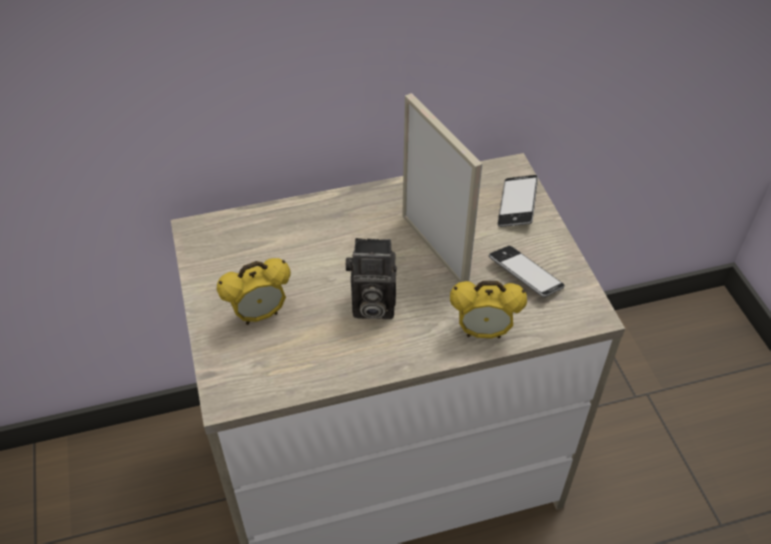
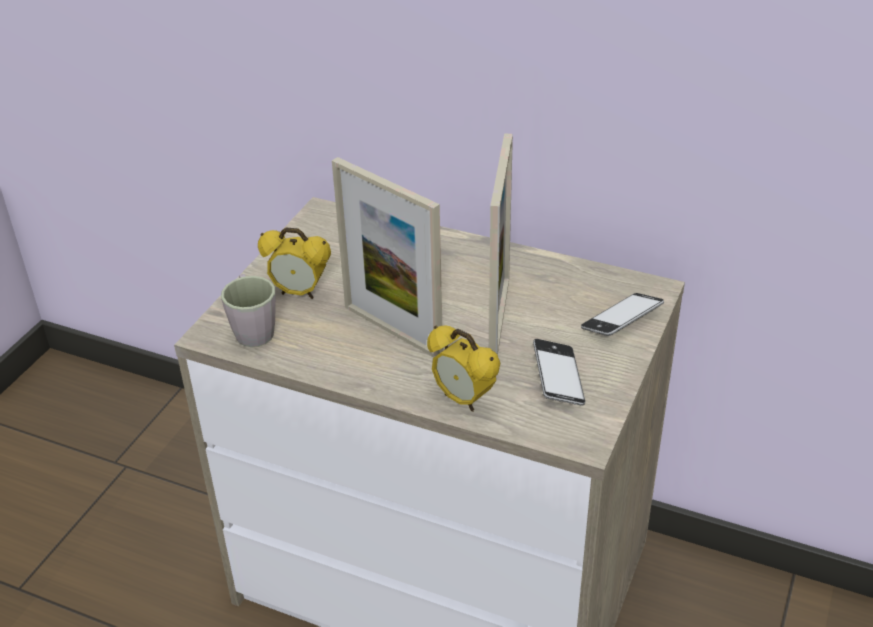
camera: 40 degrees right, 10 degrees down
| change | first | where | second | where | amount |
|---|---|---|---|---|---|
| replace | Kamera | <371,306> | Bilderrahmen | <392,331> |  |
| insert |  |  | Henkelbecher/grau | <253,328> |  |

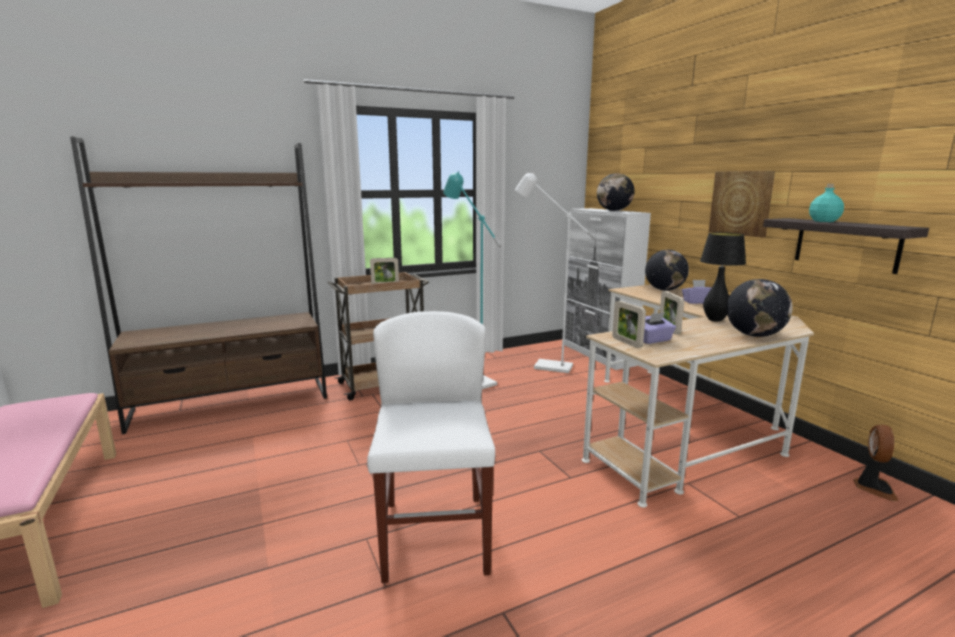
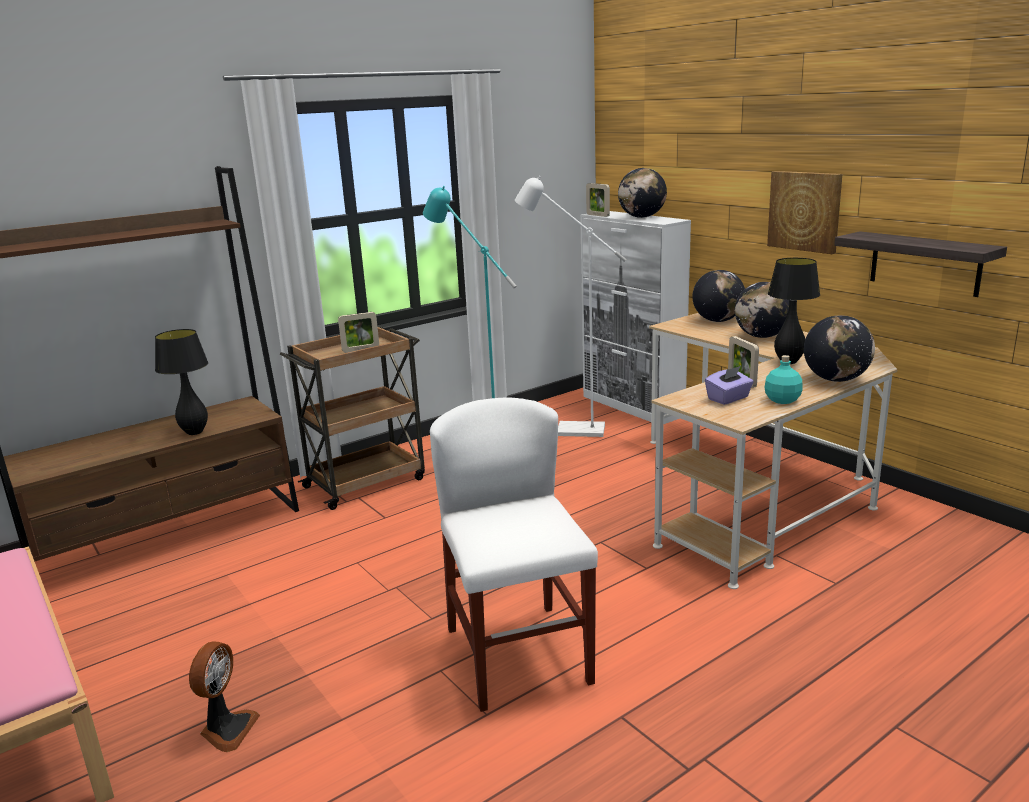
camera: 10 degrees left, 5 degrees up
| change | first | where | second | where | amount |
|---|---|---|---|---|---|
| move | Flasche/türkis | <824,221> |  | <782,400> |  |
| replace | Taschentuchbox/lila | <697,302> | Globus | <761,336> |  |
| move | Bilderrahmen | <626,342> |  | <598,215> |  |
| move | Ventilator | <873,488> |  | <227,729> |  |
| insert |  |  | Tischlampe/schwarz | <195,432> |  |

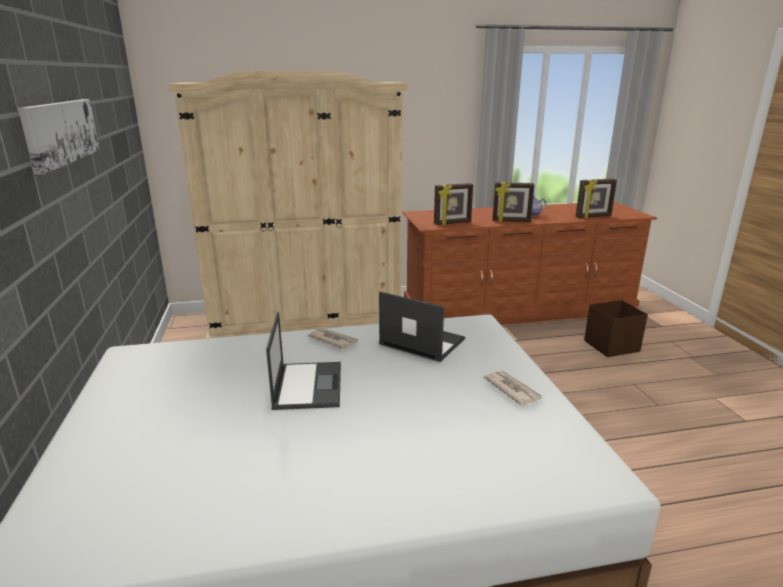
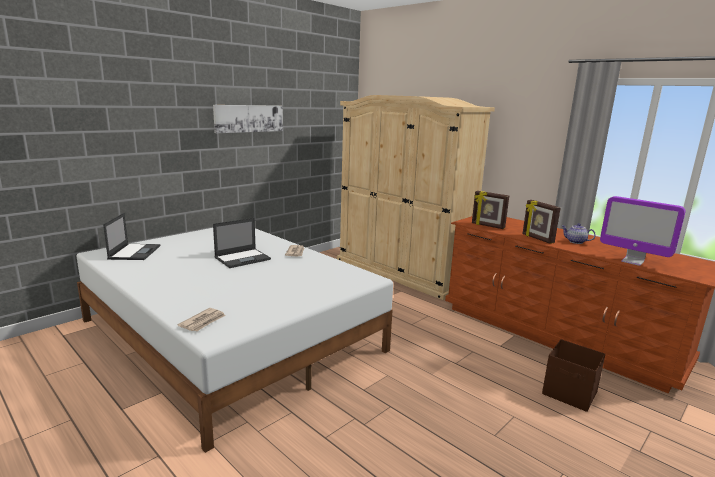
camera: 55 degrees right, 5 degrees down
| change | first | where | second | where | amount |
|---|---|---|---|---|---|
| replace | Bilderrahmen | <593,217> | Monitor | <632,261> |  |
| move | Laptop | <421,341> |  | <135,252> |  |
| move | Zeitung | <512,389> |  | <203,321> |  |

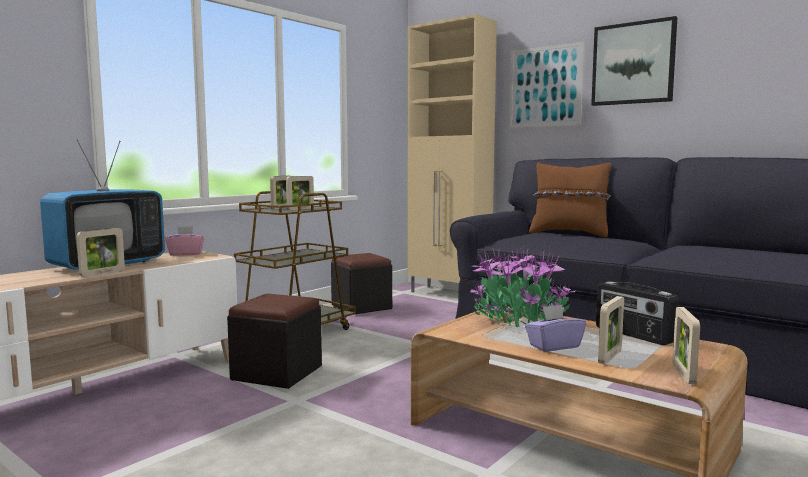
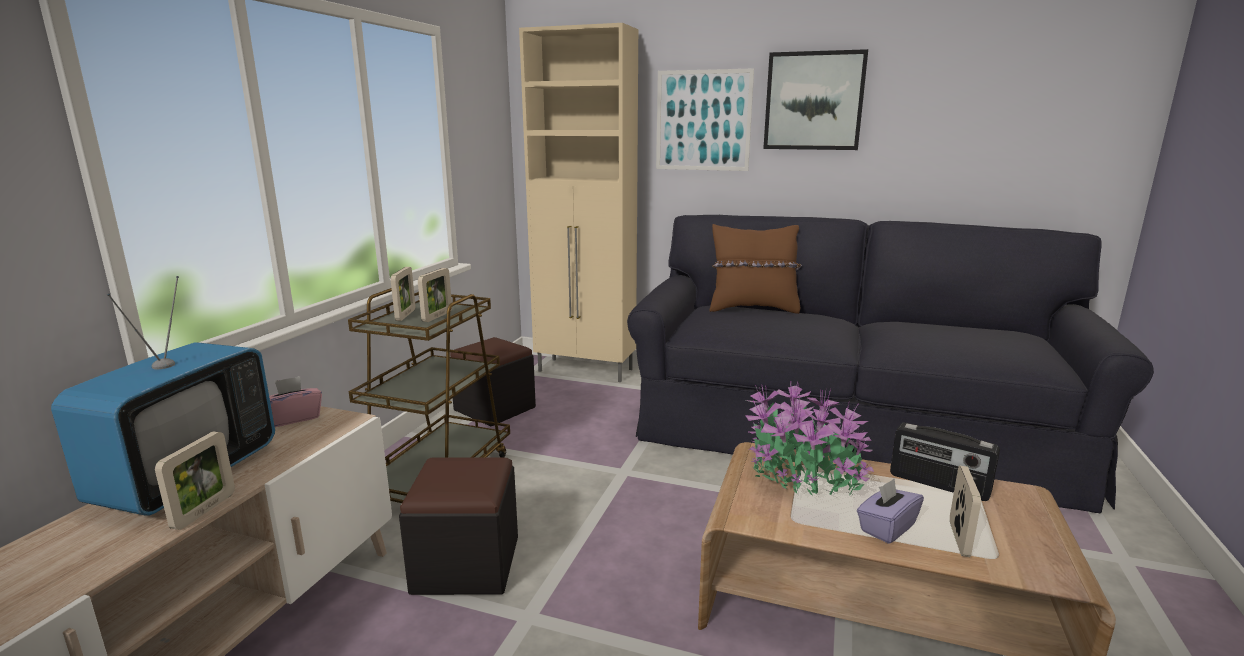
camera: 20 degrees left, 10 degrees up
| change | first | where | second | where | amount |
|---|---|---|---|---|---|
| delete | Bilderrahmen | <683,374> |  |  |  |

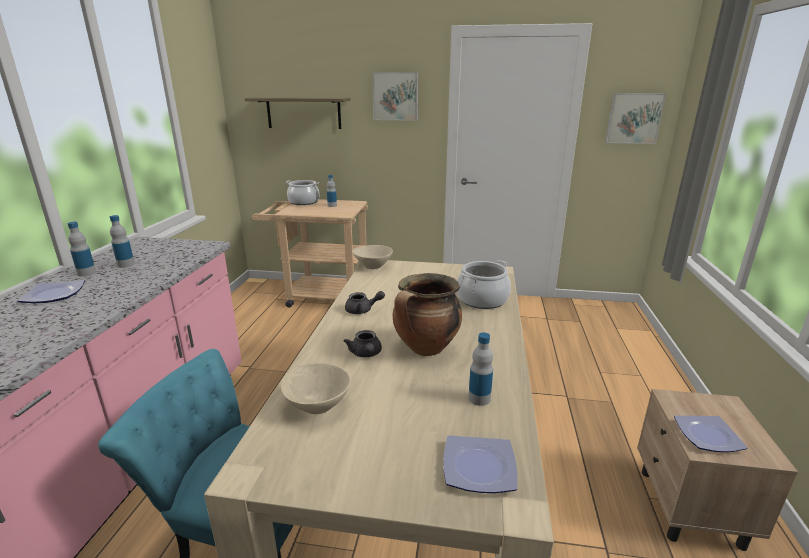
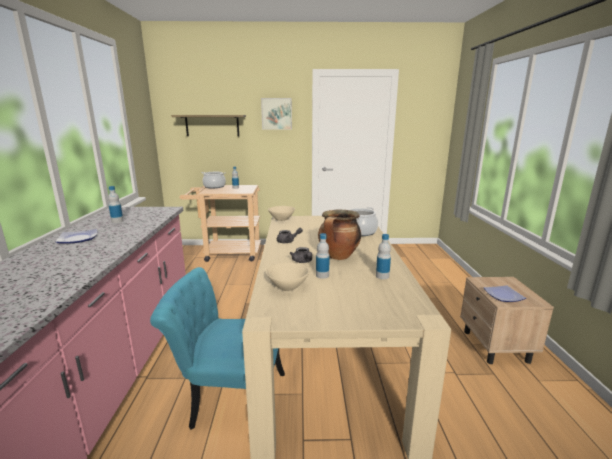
camera: 10 degrees left, 5 degrees down
| change | first | where | second | where | amount |
|---|---|---|---|---|---|
| delete | Bild | <633,118> |  |  |  |
| move | Flasche | <86,273> |  | <322,275> |  |
| delete | Teller | <477,468> |  |  |  |

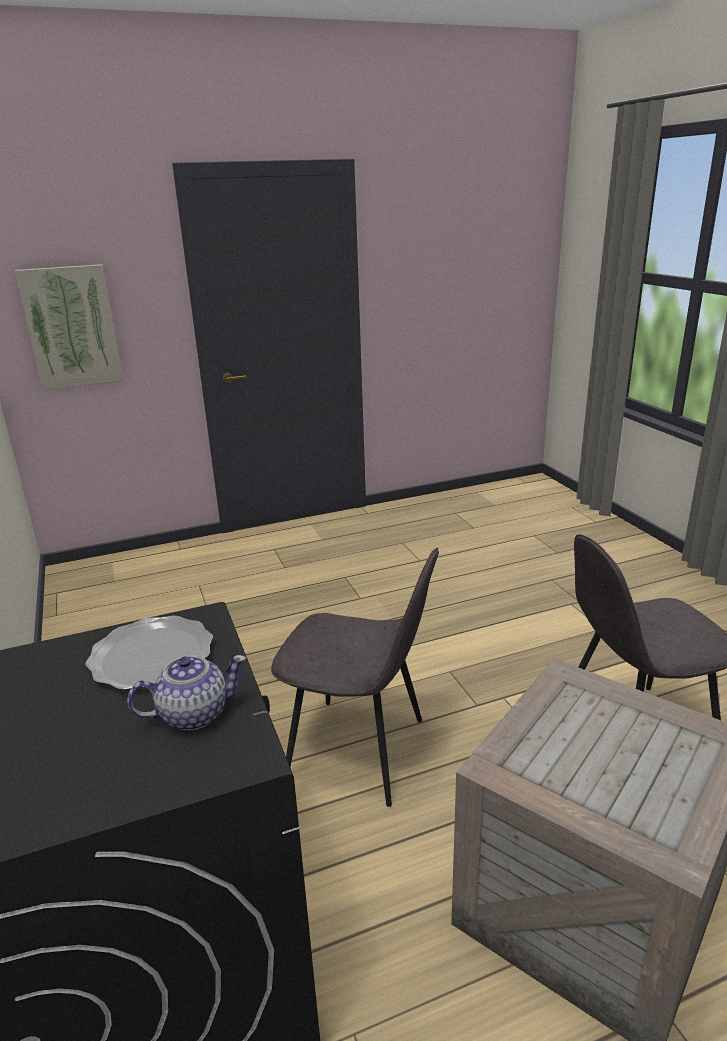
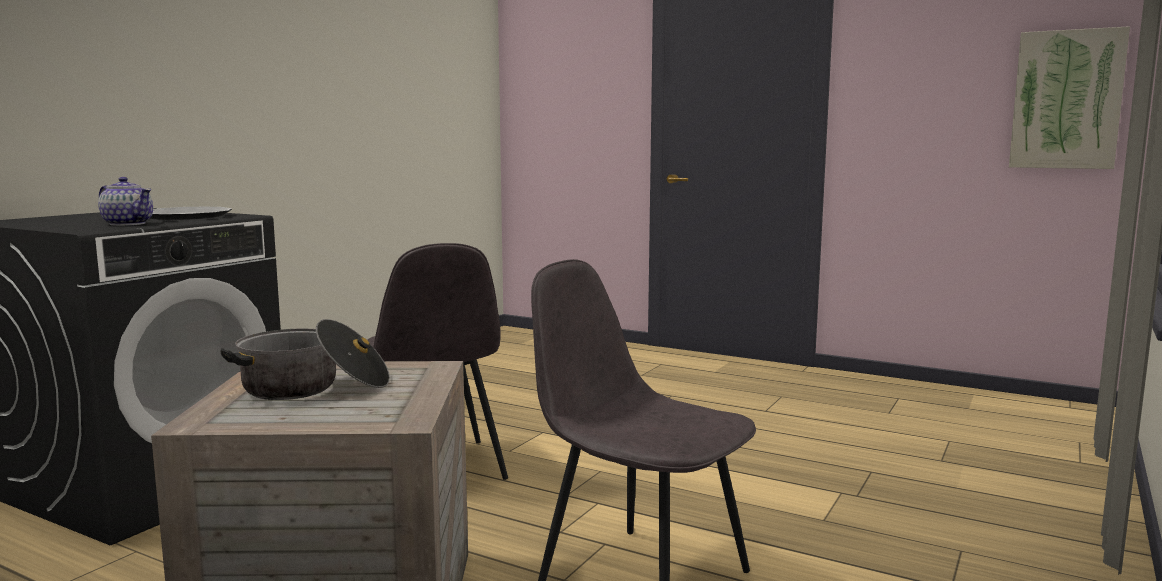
camera: 50 degrees right, 15 degrees down
| change | first | where | second | where | amount |
|---|---|---|---|---|---|
| move | Bild | <72,327> |  | <1066,100> |  |
| insert |  |  | Kochtopf | <313,387> |  |

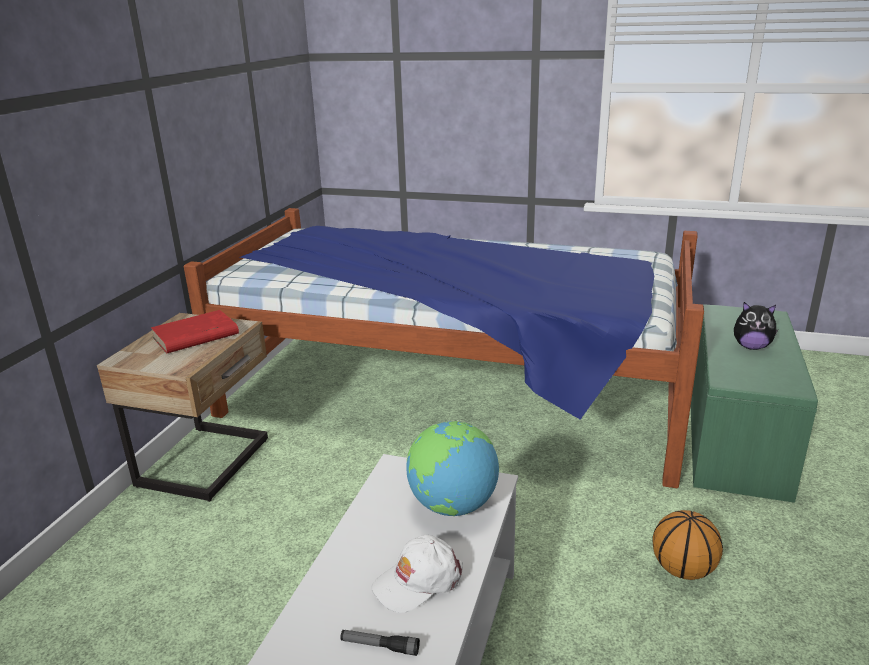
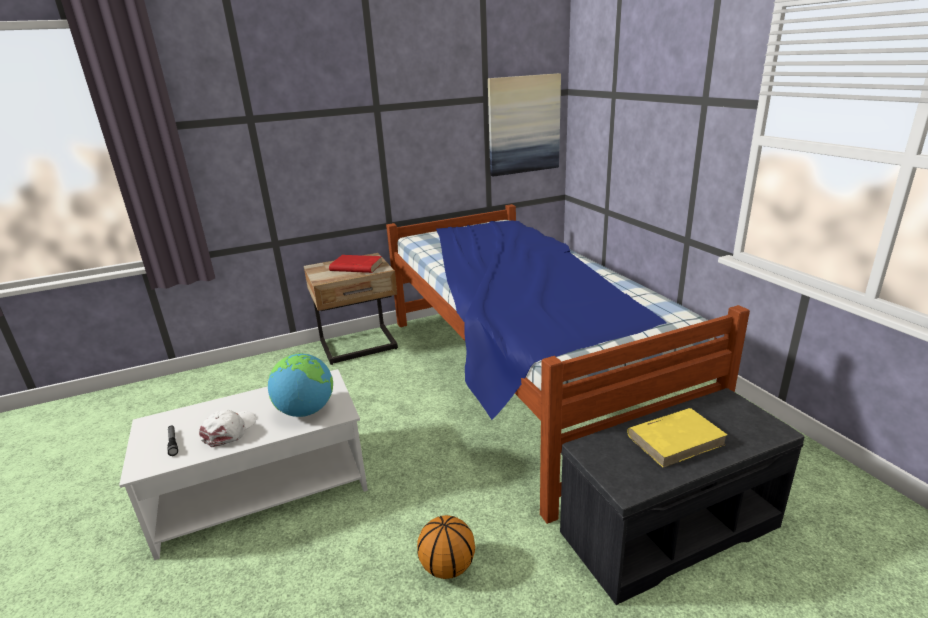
camera: 50 degrees right, 0 degrees up
| change | first | where | second | where | amount |
|---|---|---|---|---|---|
| replace | Plüschtier | <751,347> | Buch/gelb | <676,439> |  |
| recolor | Bank/grün | <733,437> | Bank/grau | <669,527> |  |
| rotate | Kappe/weiß | <417,581> |  | <229,430> | 90 degrees clockwise |
| insert |  |  | Bild | <523,125> |  |

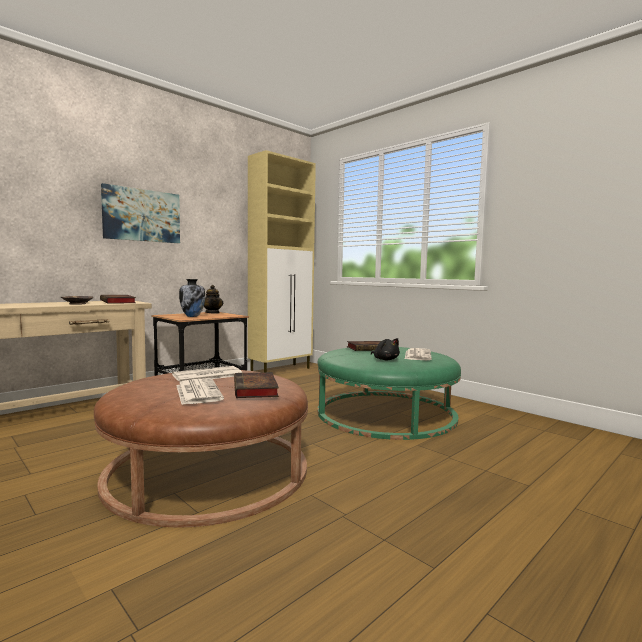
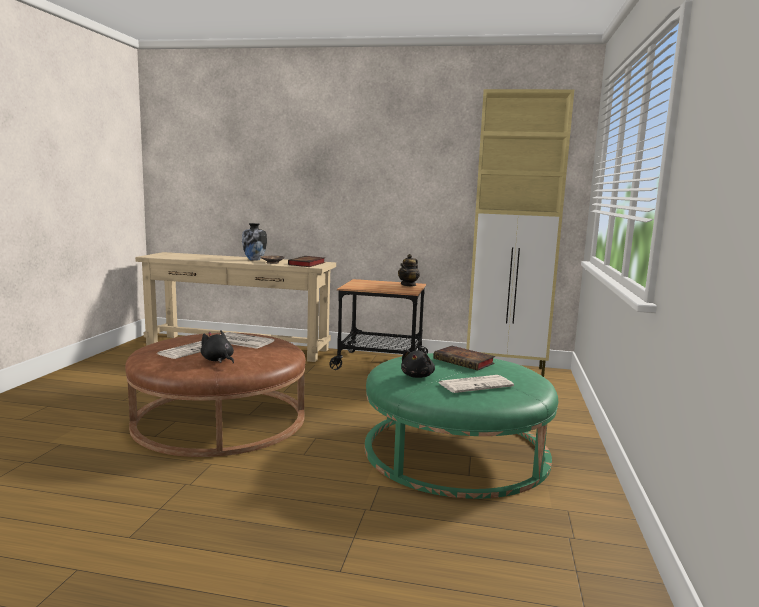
camera: 55 degrees right, 5 degrees up
| change | first | where | second | where | amount |
|---|---|---|---|---|---|
| delete | Bild | <142,215> |  |  |  |
| move | Vase | <192,316> |  | <254,260> |  |
| replace | Buch | <256,389> | Plüschtier/schwarz | <218,360> |  |

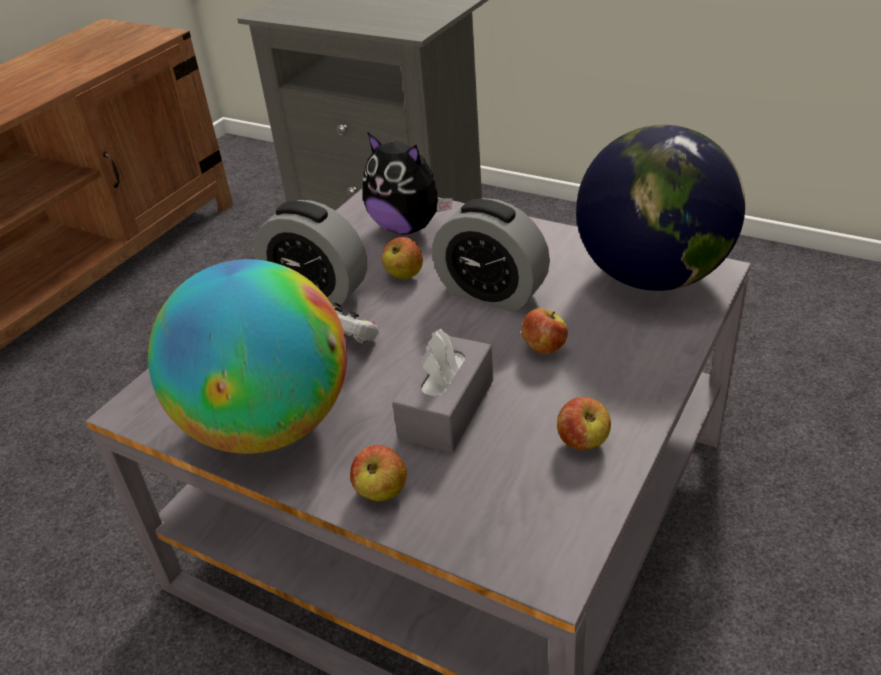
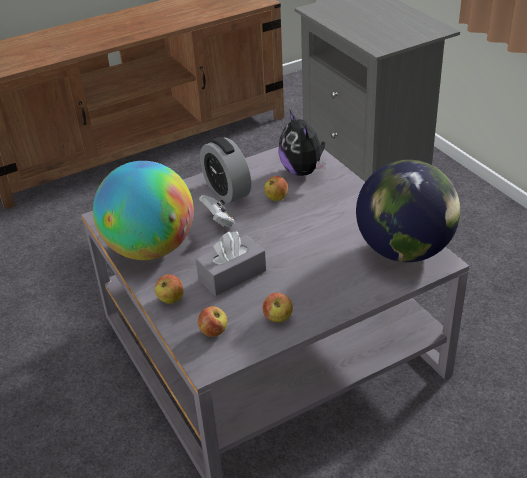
camera: 30 degrees right, 0 degrees up
| change | first | where | second | where | amount |
|---|---|---|---|---|---|
| delete | Wecker | <492,293> |  |  |  |
| move | Apfel | <544,348> |  | <213,331> |  |

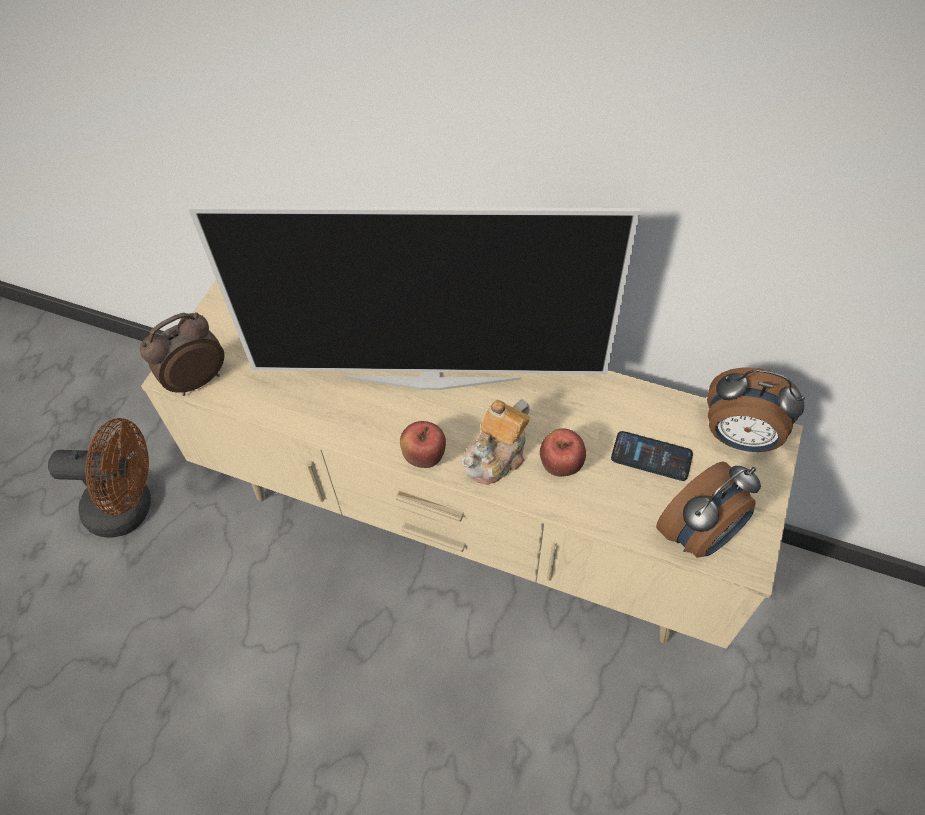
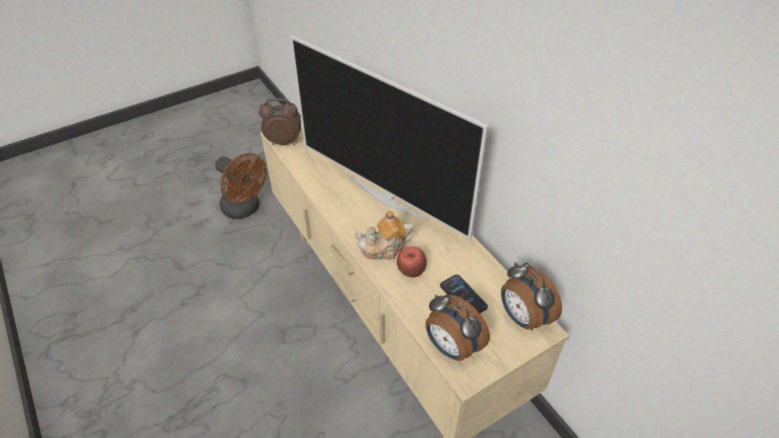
camera: 35 degrees right, 10 degrees down
| change | first | where | second | where | amount |
|---|---|---|---|---|---|
| delete | Apfel | <424,457> |  |  |  |
| rotate | Wecker | <699,535> |  | <451,347> | 45 degrees clockwise |

